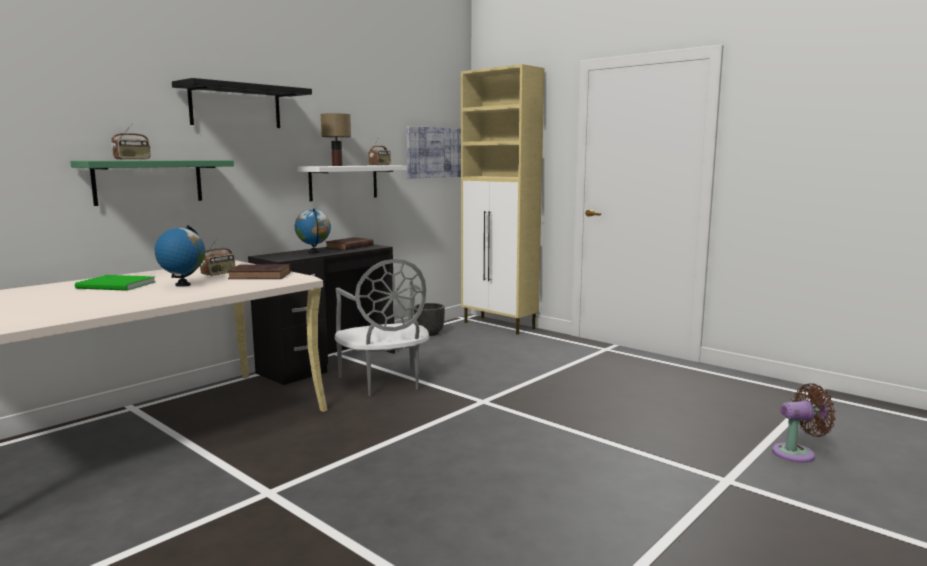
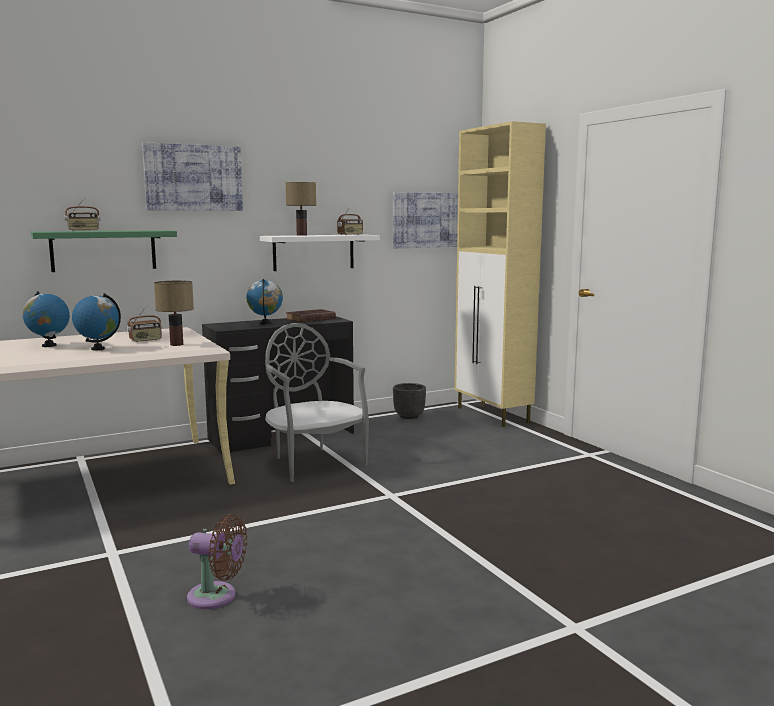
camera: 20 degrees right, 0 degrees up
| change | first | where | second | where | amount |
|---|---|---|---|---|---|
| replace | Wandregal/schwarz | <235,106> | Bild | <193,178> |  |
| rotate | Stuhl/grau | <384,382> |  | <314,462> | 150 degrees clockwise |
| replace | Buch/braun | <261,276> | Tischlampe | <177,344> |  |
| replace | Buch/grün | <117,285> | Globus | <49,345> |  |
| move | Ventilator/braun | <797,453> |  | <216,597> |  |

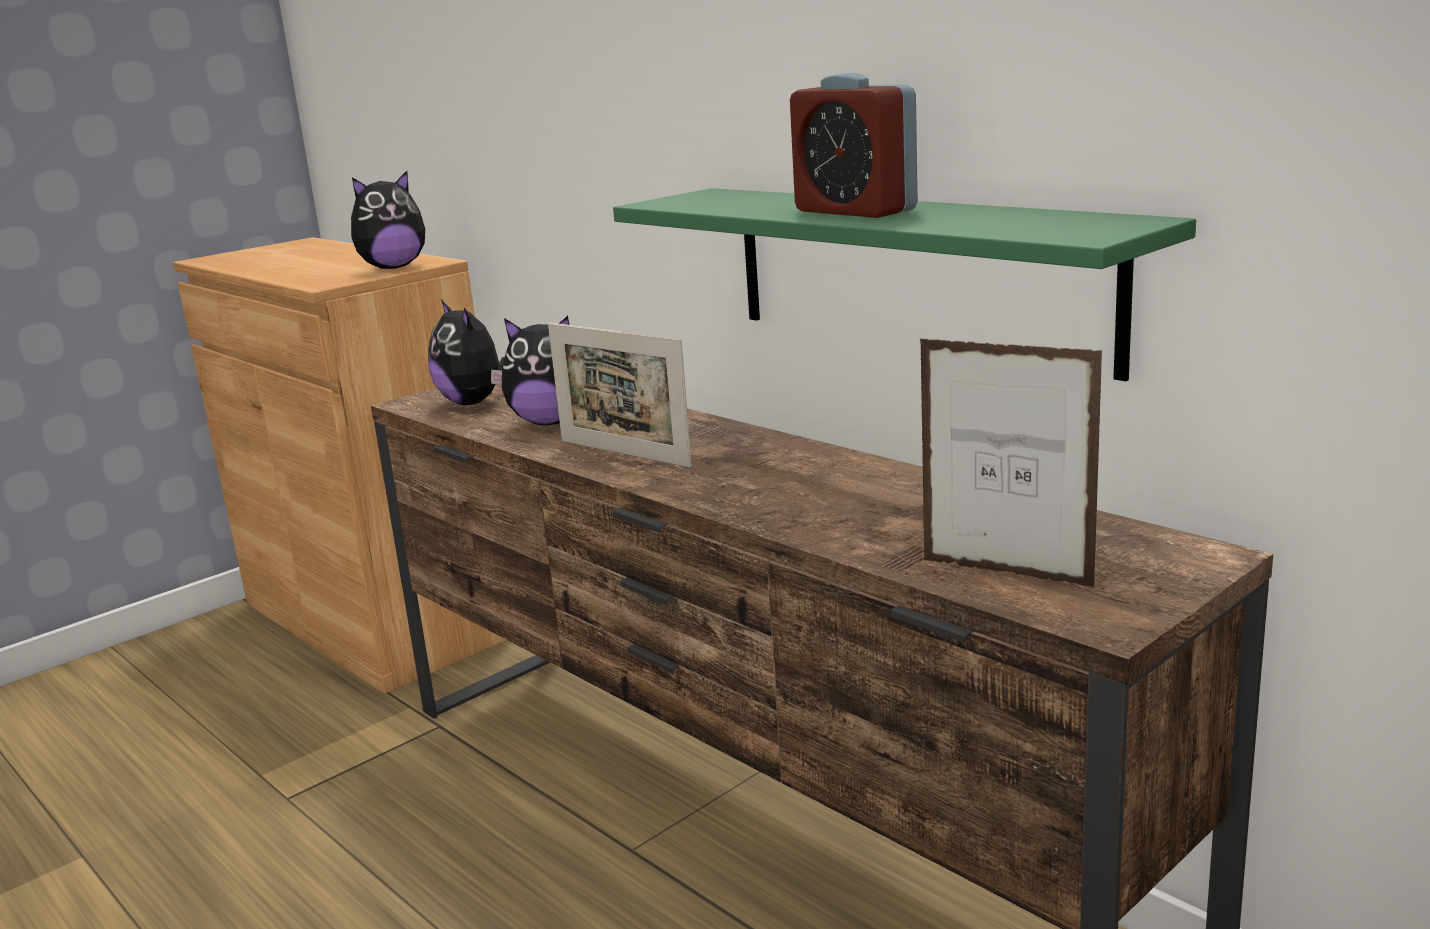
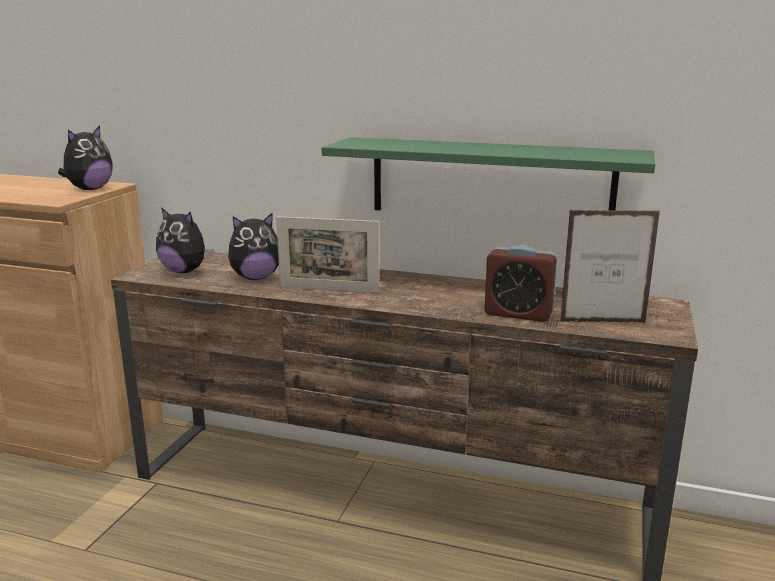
camera: 30 degrees left, 0 degrees up
| change | first | where | second | where | amount |
|---|---|---|---|---|---|
| move | Wecker | <855,211> |  | <518,314> |  |

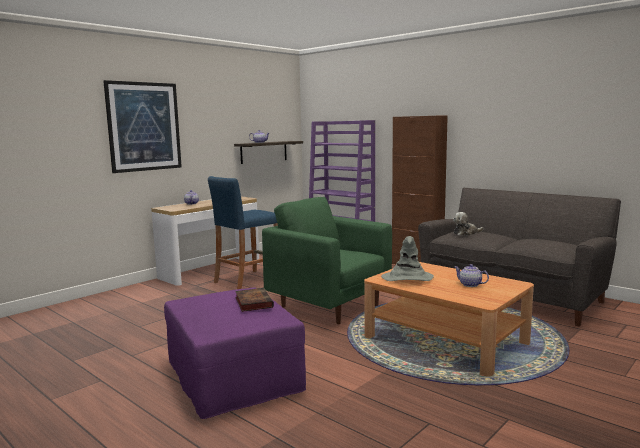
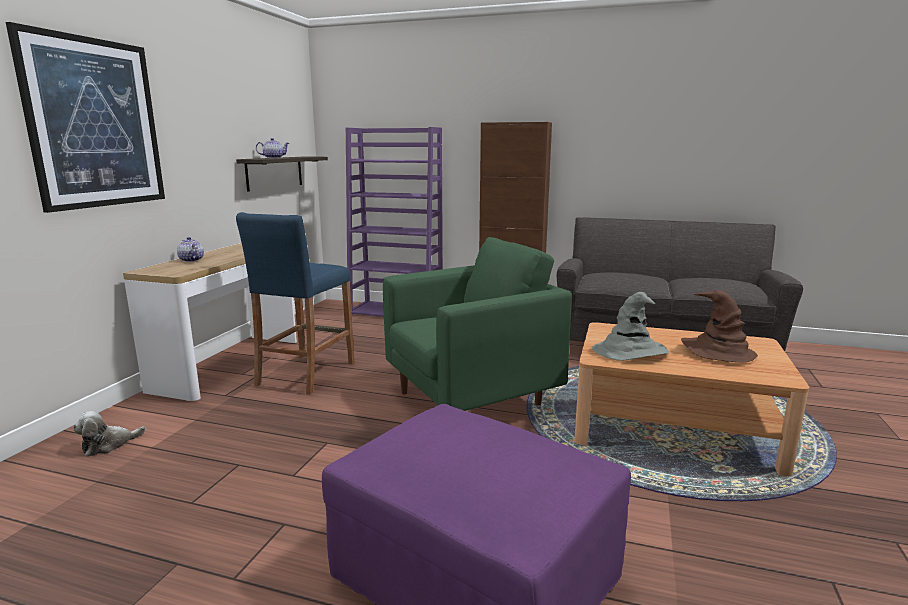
camera: 25 degrees left, 5 degrees up
| change | first | where | second | where | amount |
|---|---|---|---|---|---|
| rotate | Sessel/grün | <329,306> |  | <471,399> | 135 degrees clockwise |
| move | Plüschtier | <466,233> |  | <108,445> |  |
| replace | Teekanne | <470,285> | Hut/braun | <717,351> |  |
| delete | Buch | <253,302> |  |  |  |

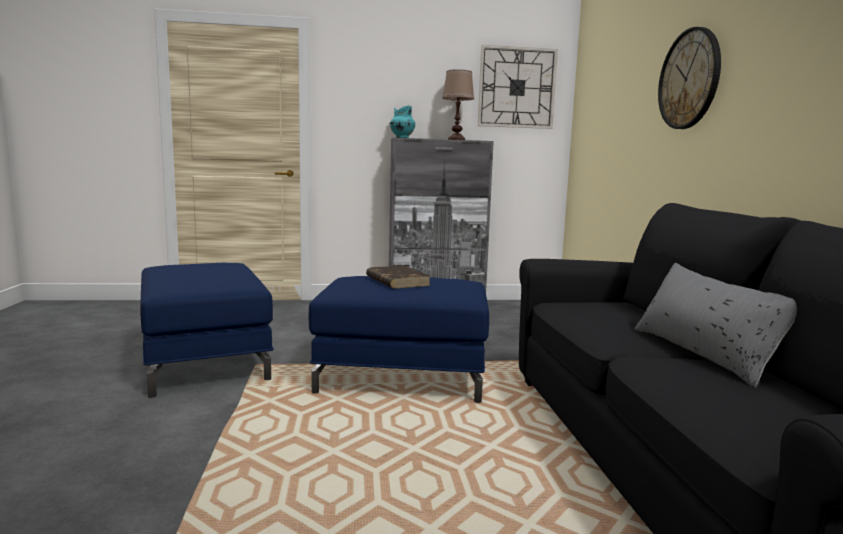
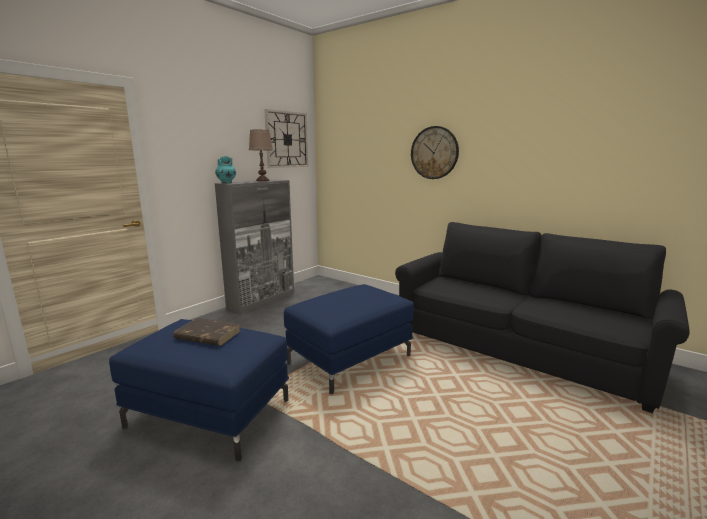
camera: 45 degrees left, 5 degrees up
| change | first | where | second | where | amount |
|---|---|---|---|---|---|
| delete | Kissen/grau | <704,353> |  |  |  |
| move | Buch/braun | <397,281> |  | <207,335> |  |

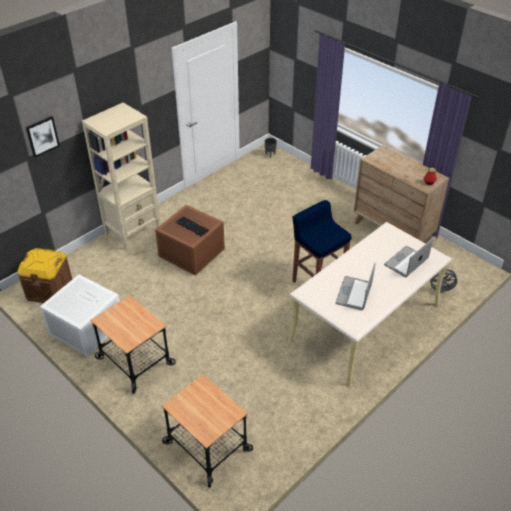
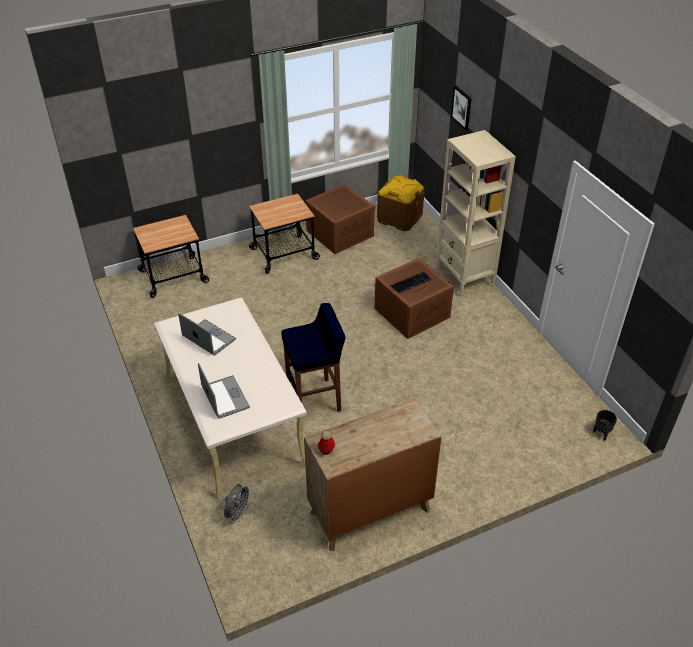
camera: 110 degrees right, 0 degrees up
| change | first | where | second | where | amount |
|---|---|---|---|---|---|
| recolor | Aufbewahrungsbox/weiß | <85,328> | Aufbewahrungsbox/braun | <340,232> |  |

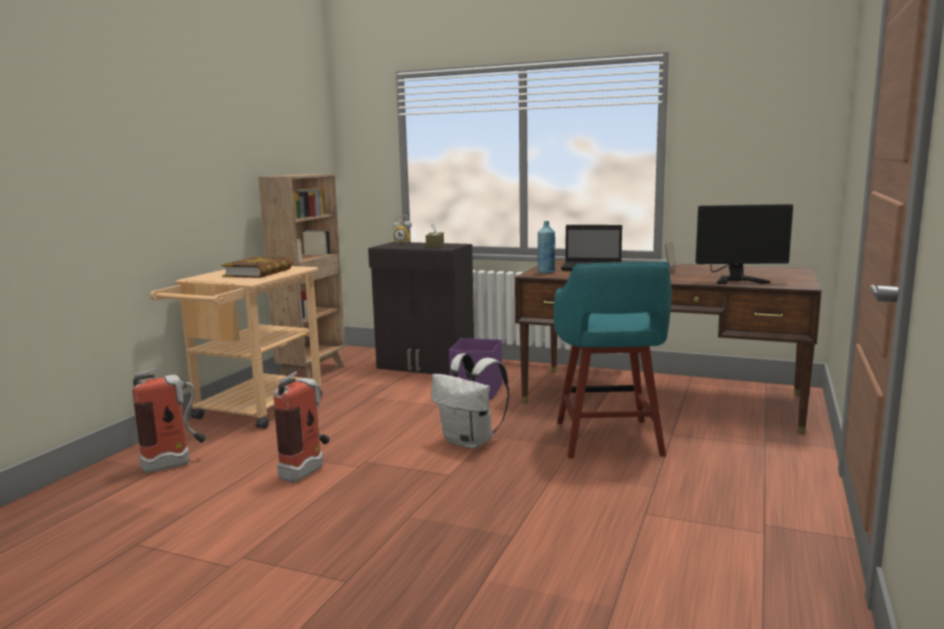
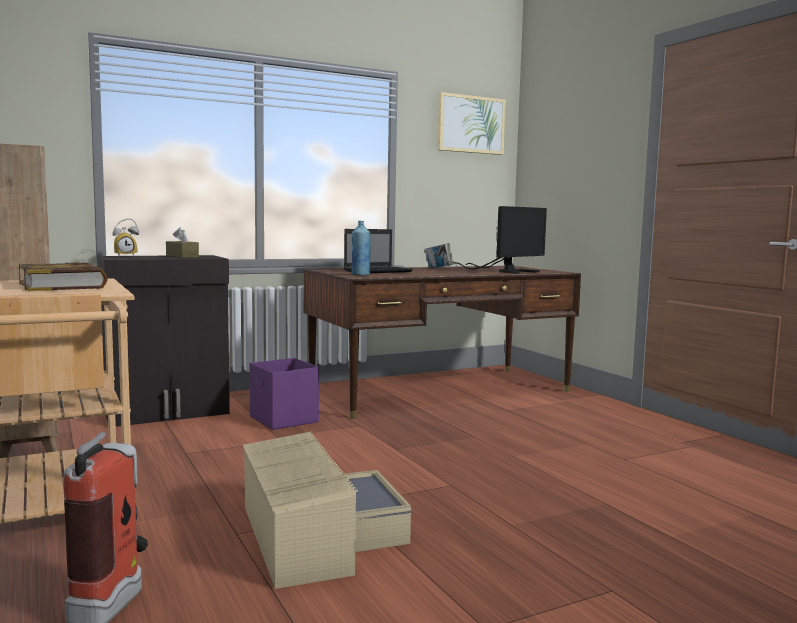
camera: 50 degrees left, 5 degrees down
| change | first | where | second | where | amount |
|---|---|---|---|---|---|
| delete | Hocker/türkis | <608,440> |  |  |  |
| delete | Rucksack/weiß | <470,442> |  |  |  |
| replace | Feuerlöscher | <308,470> | Aufbewahrungsbox/beige | <315,533> |  |
| insert |  |  | Bild | <470,124> |  |

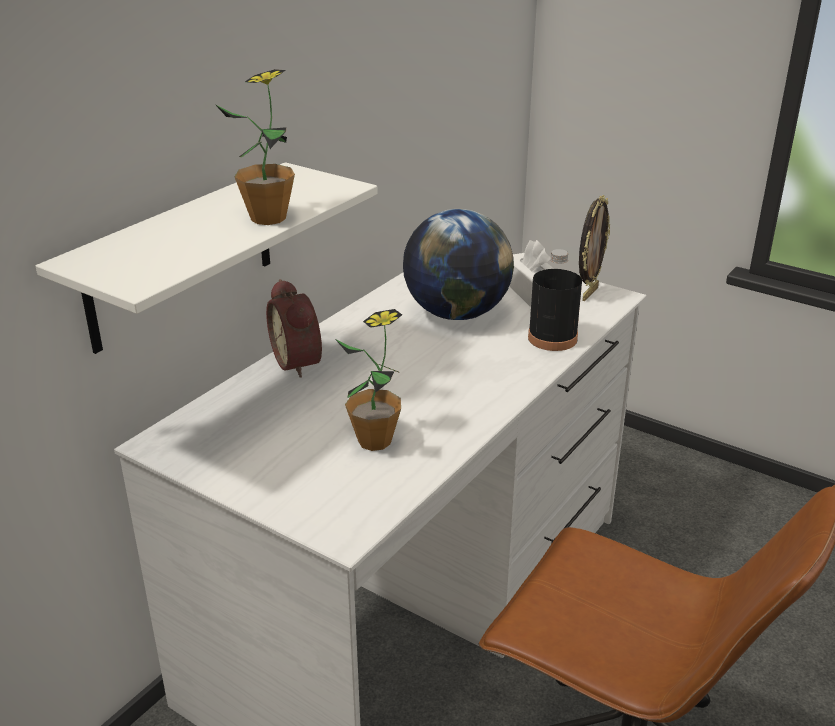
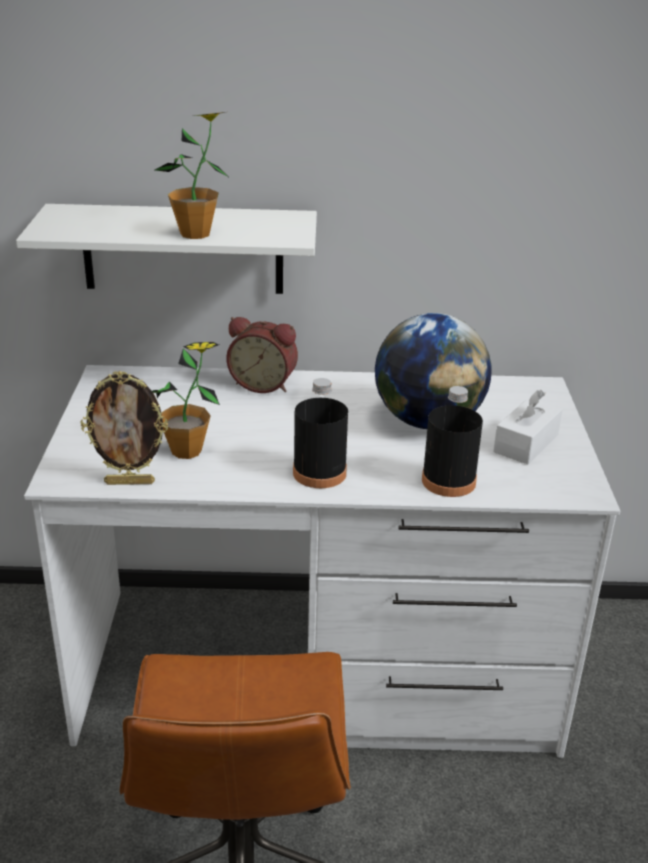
camera: 55 degrees right, 0 degrees up
| change | first | where | second | where | amount |
|---|---|---|---|---|---|
| move | Bilderrahmen | <588,293> |  | <130,482> |  |
| rotate | Wecker | <300,362> |  | <263,384> | 105 degrees counterclockwise |
| insert |  |  | Flasche/schwarz | <319,473> |  |

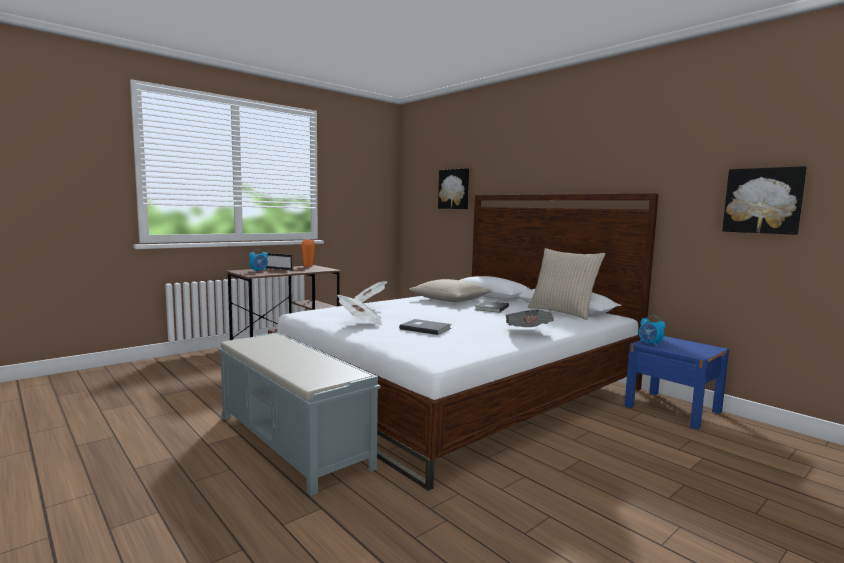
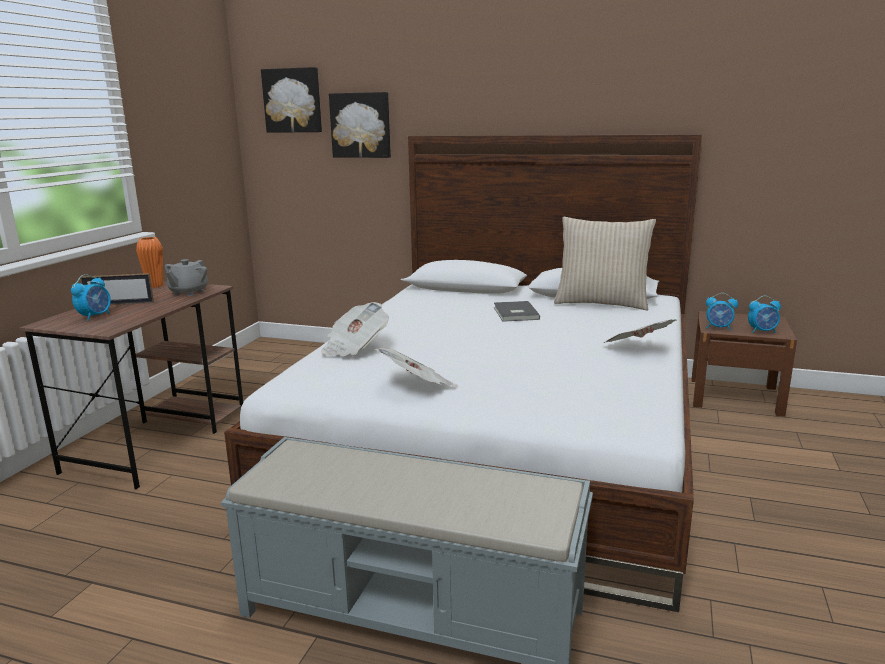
camera: 30 degrees left, 10 degrees up
| change | first | where | second | where | amount |
|---|---|---|---|---|---|
| move | Bild | <763,200> |  | <293,100> |  |
| delete | Kissen/beige | <450,299> |  |  |  |
| delete | Buch/grau | <425,328> |  |  |  |
| recolor | Nachttisch/blau | <672,409> | Nachttisch/braun | <735,396> |  |
| insert |  |  | Teekanne/grau | <188,292> |  |
| insert |  |  | Wecker | <762,331> |  |

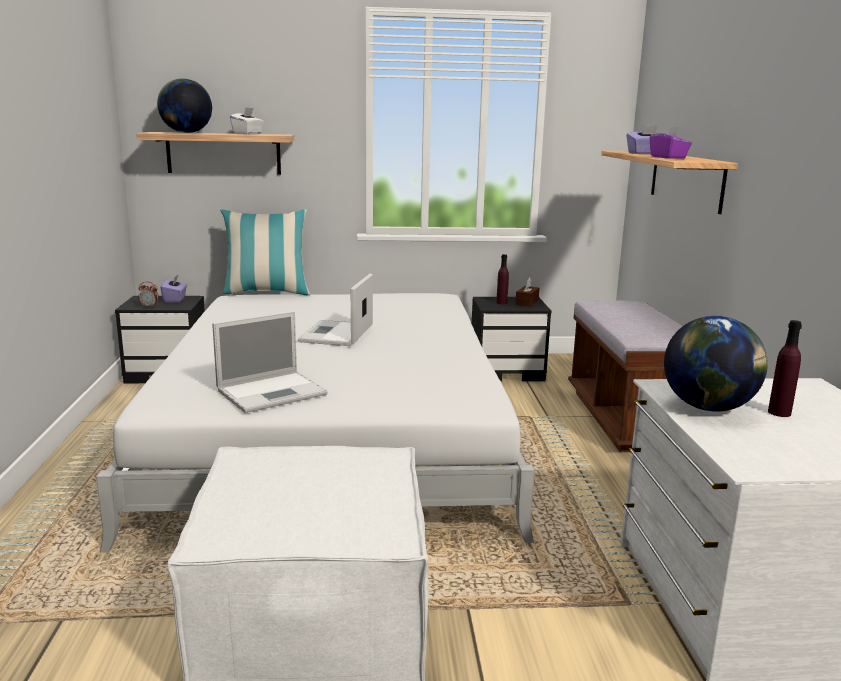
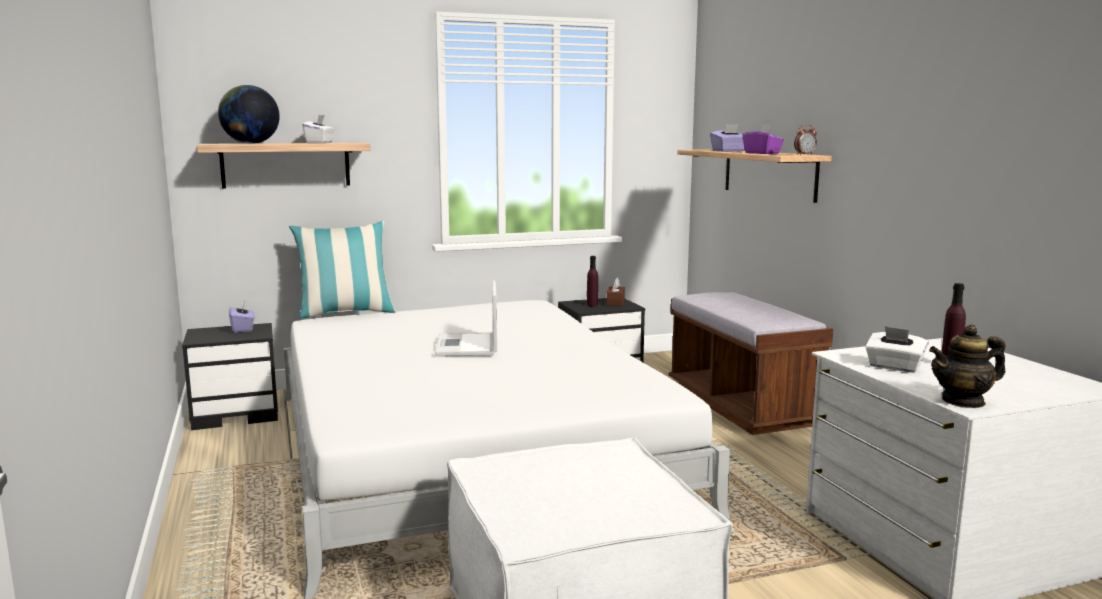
camera: 15 degrees left, 5 degrees down
| change | first | where | second | where | amount |
|---|---|---|---|---|---|
| move | Wecker | <149,306> |  | <804,155> |  |
| delete | Laptop | <273,392> |  |  |  |
| replace | Globus | <708,407> | Taschentuchbox/weiß | <894,367> |  |
| insert |  |  | Teekanne | <963,401> |  |

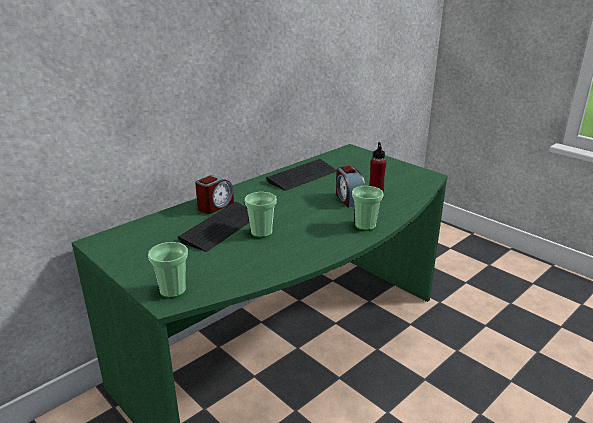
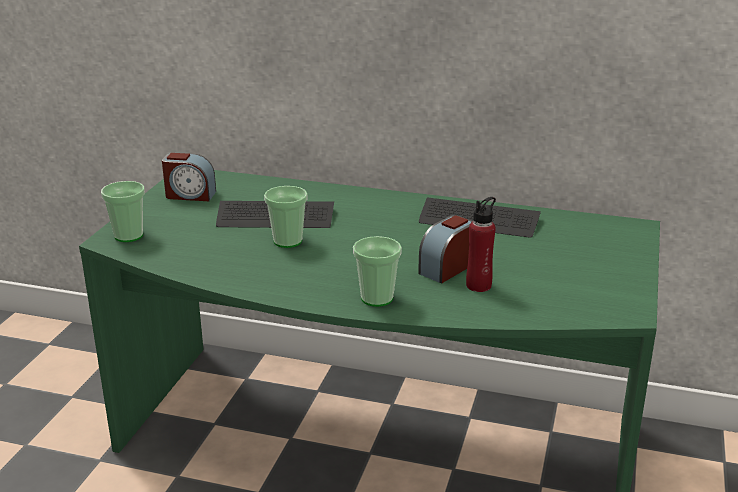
camera: 60 degrees right, 0 degrees up
| change | first | where | second | where | amount |
|---|---|---|---|---|---|
| move | Wecker | <215,206> |  | <190,195> |  |

